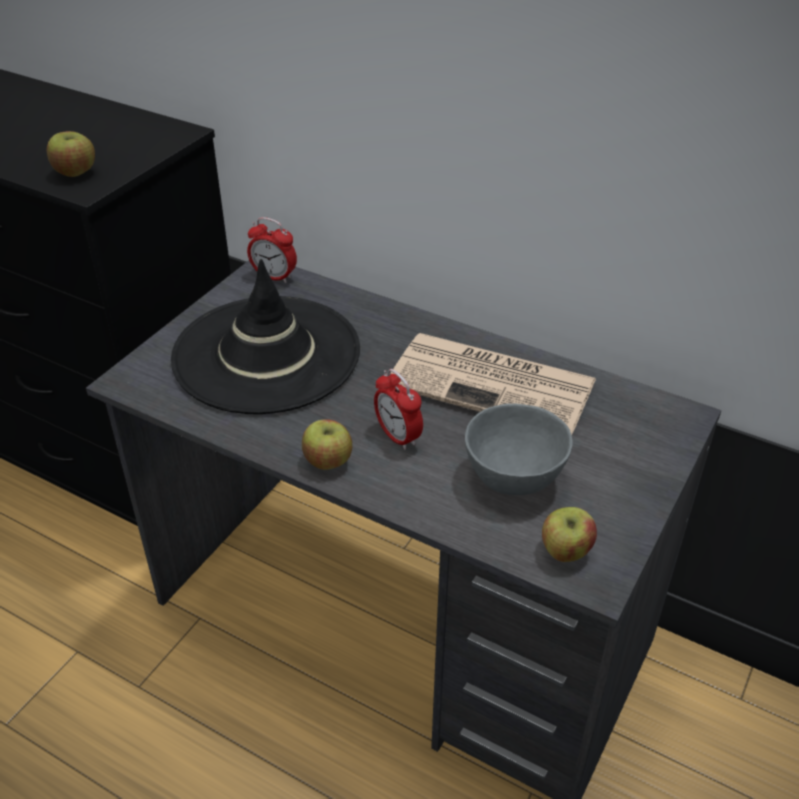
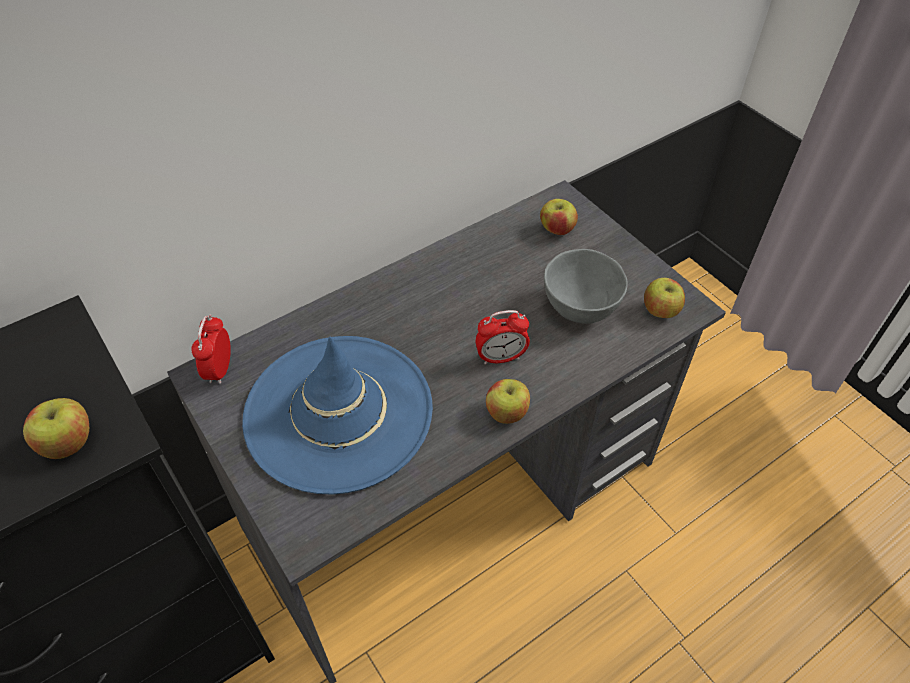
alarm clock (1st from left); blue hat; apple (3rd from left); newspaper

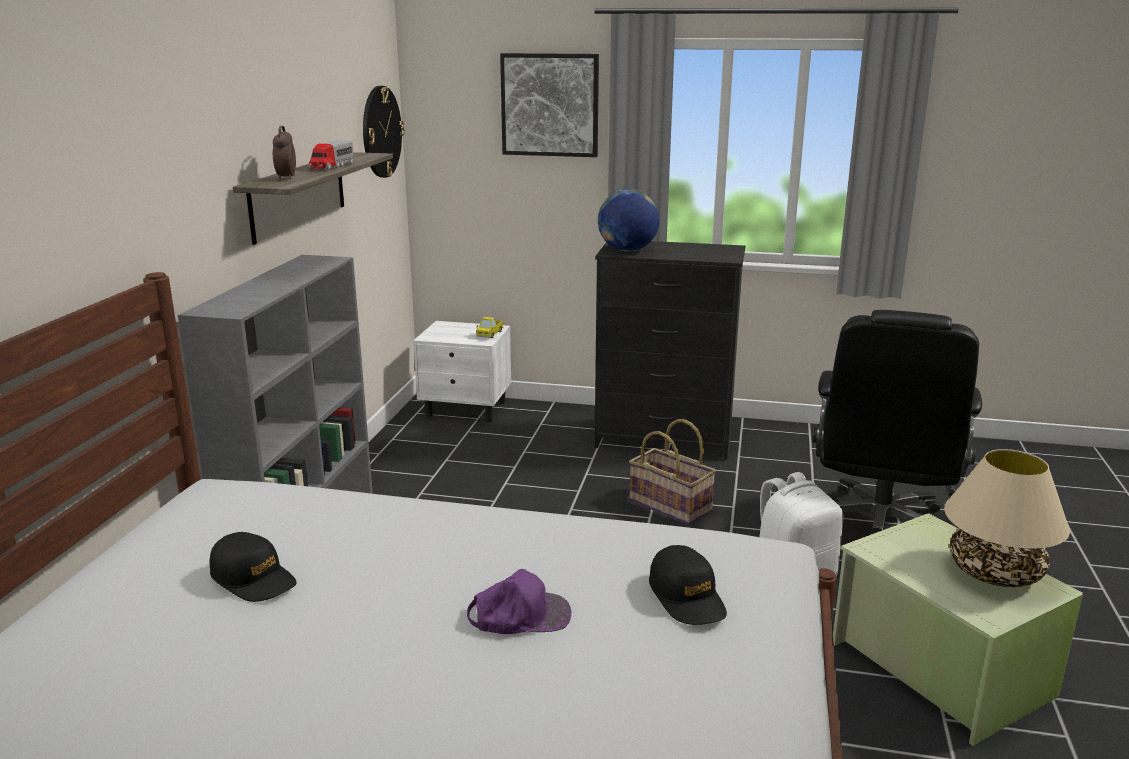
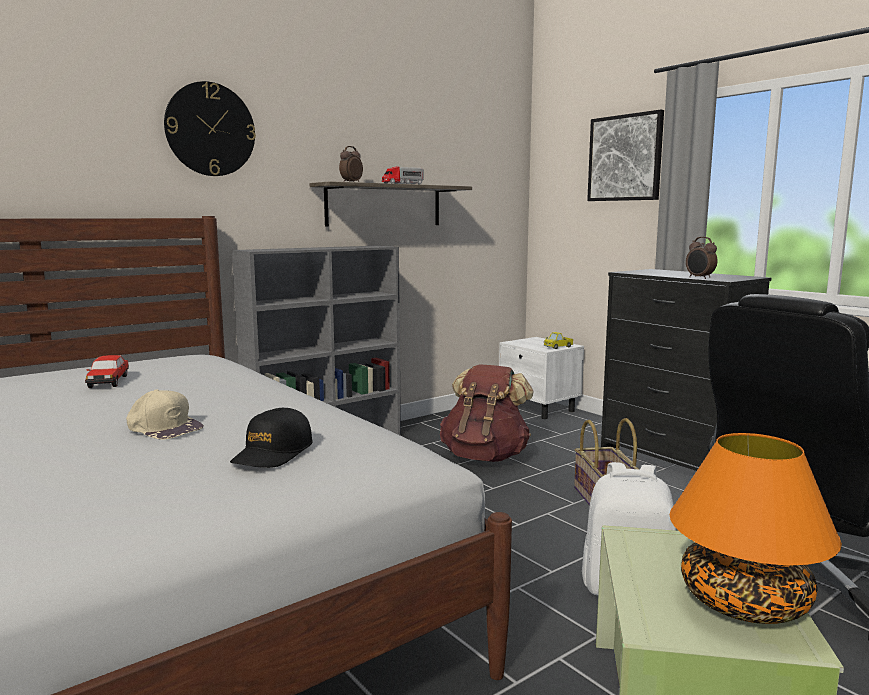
toy car; beige cap; wall clock; brown backpack; orange table lamp; alarm clock (2nd from left); globe

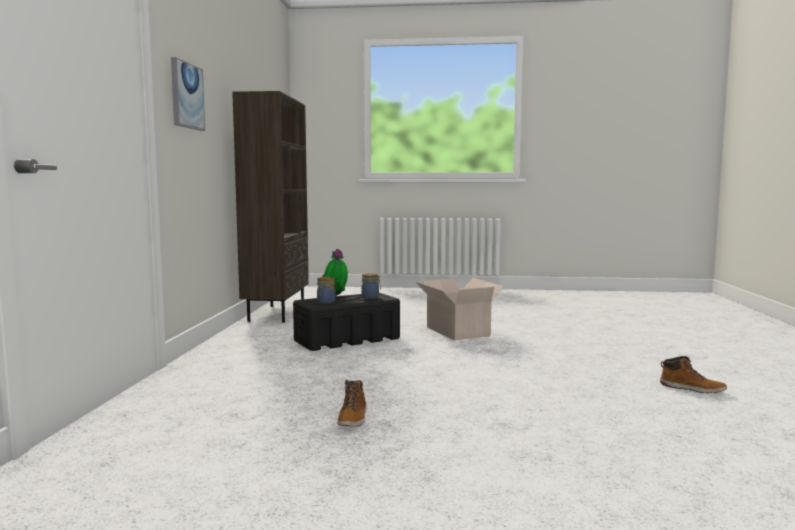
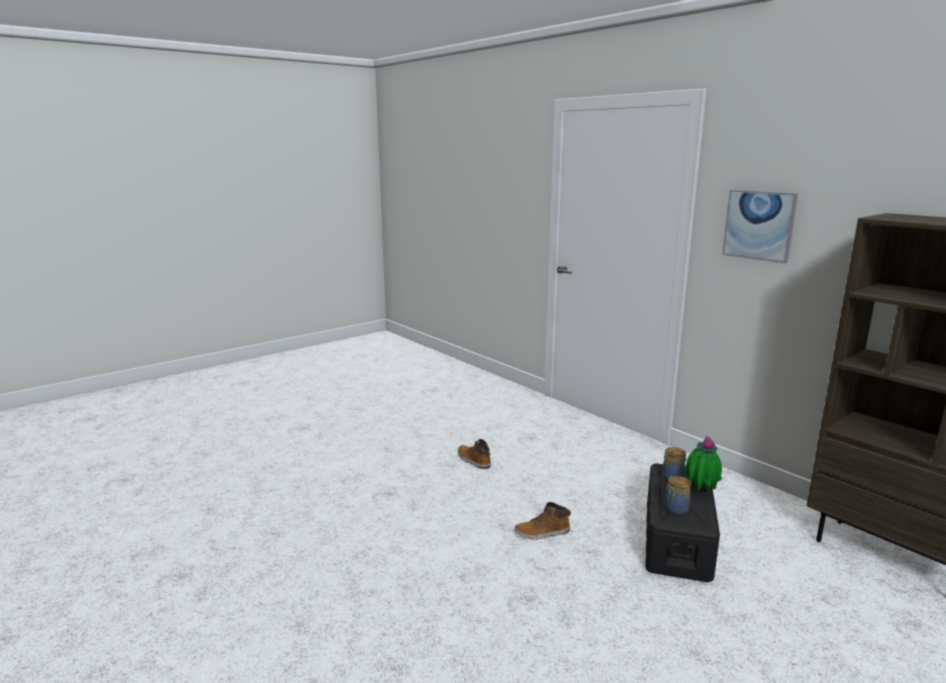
boot (2nd from left); cardboard box

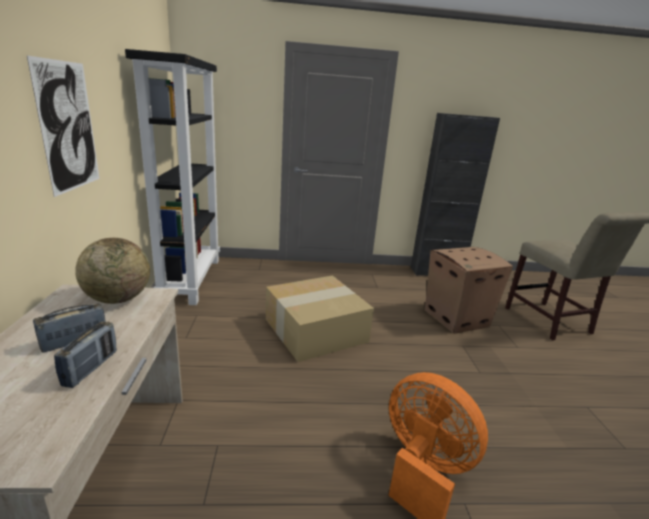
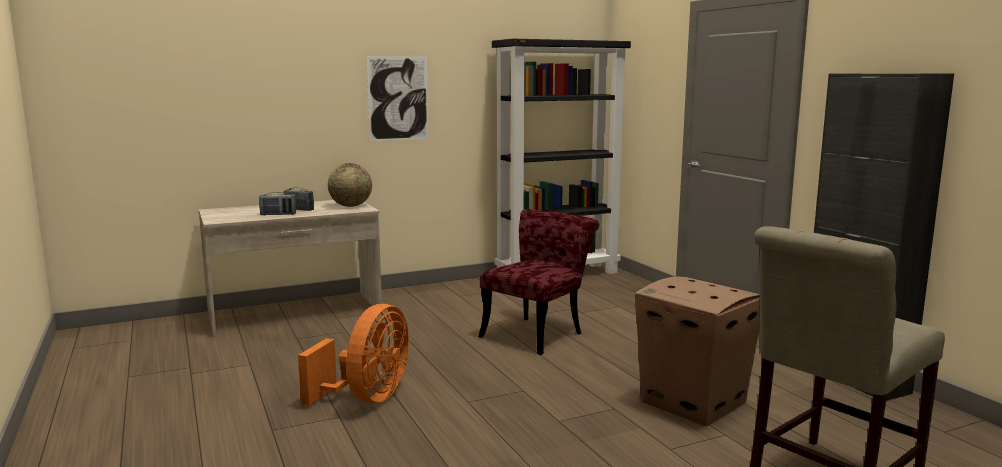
red chair

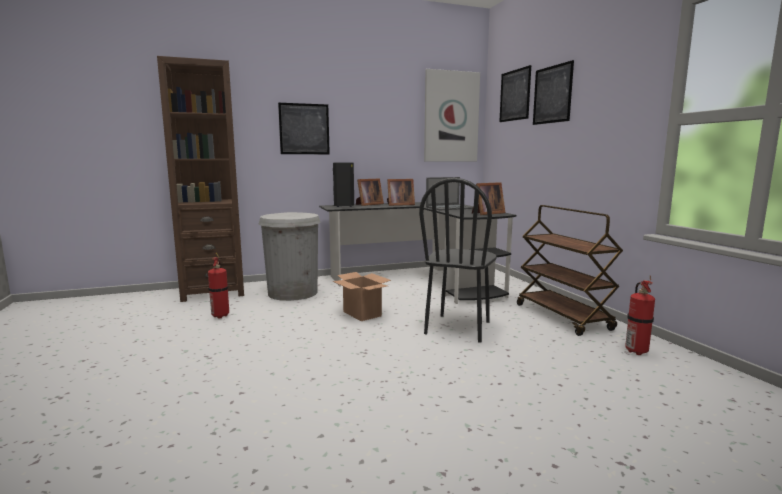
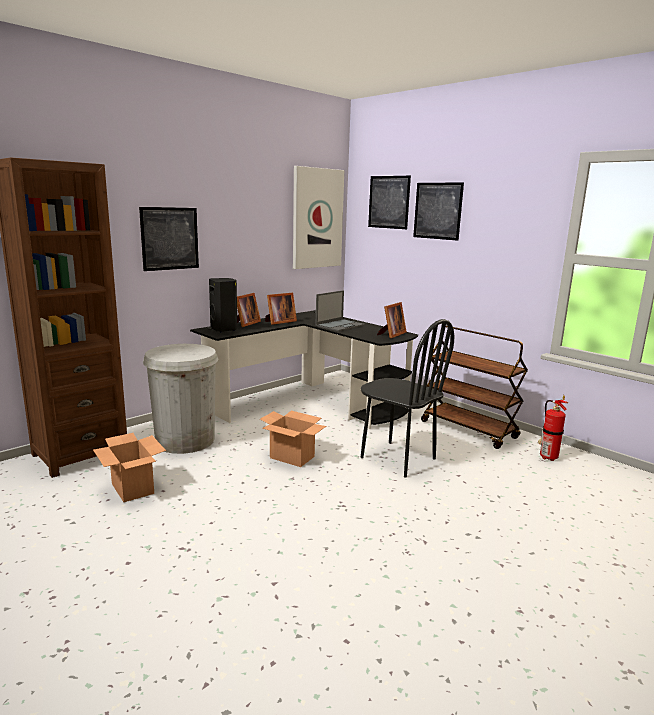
cardboard box (1st from left); black chair

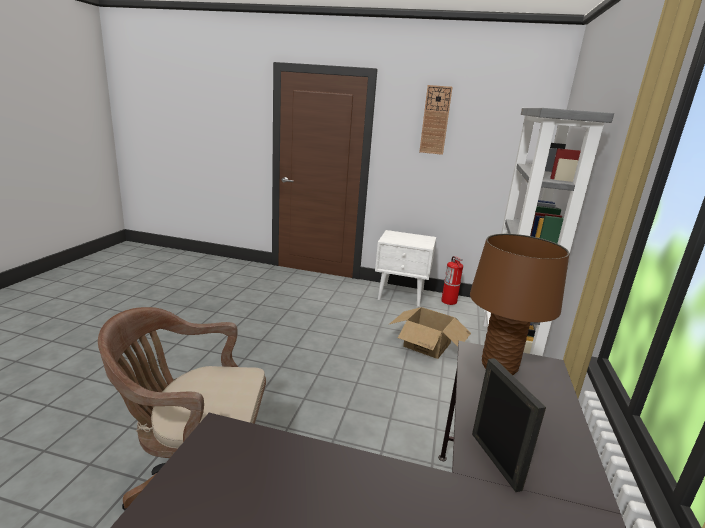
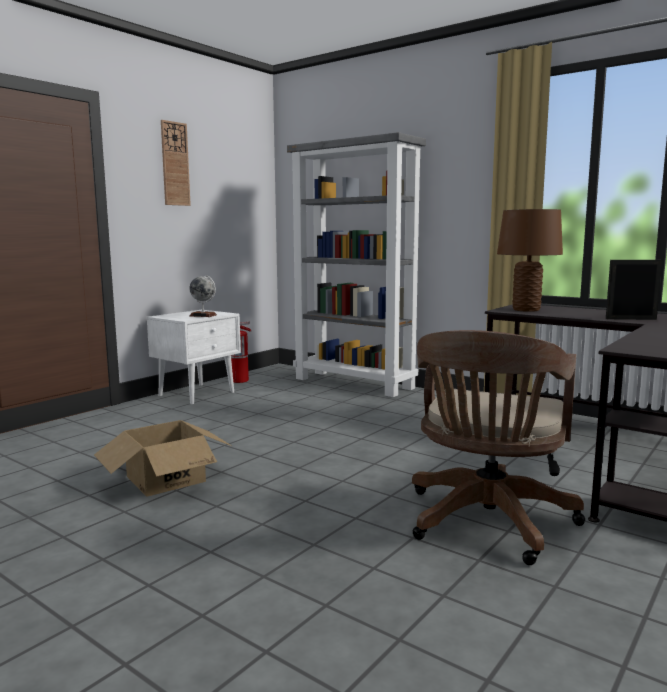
cardboard box; globe

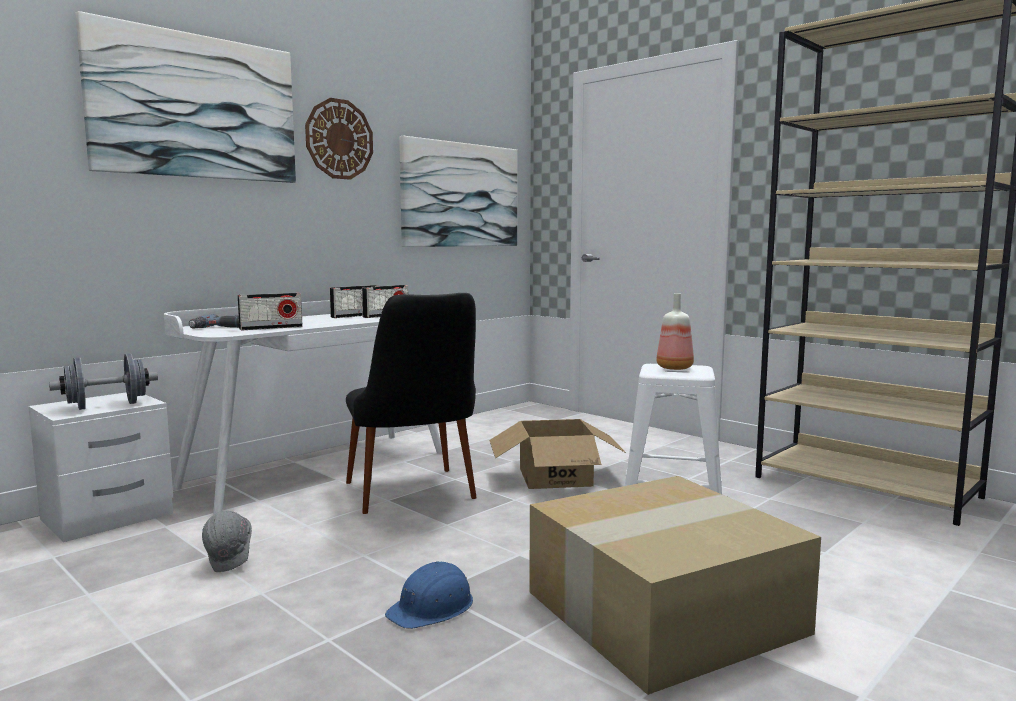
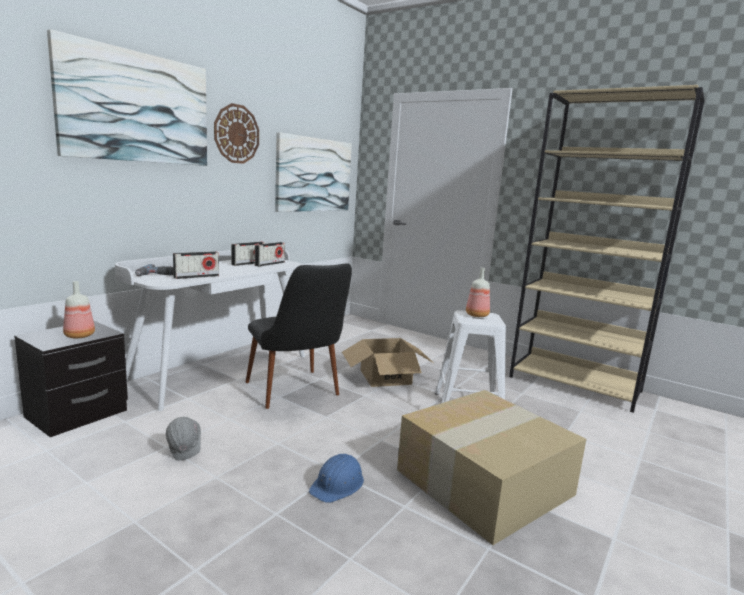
black nightstand; bottle (1st from left)

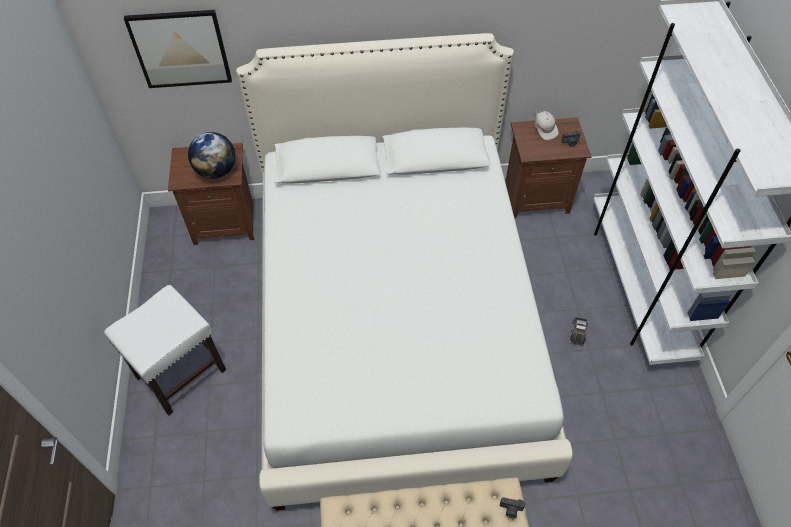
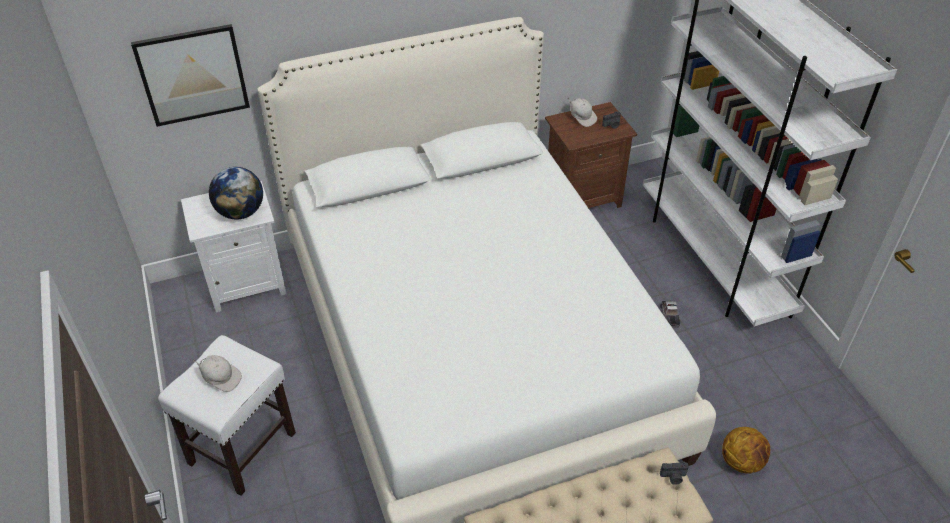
white nightstand; white cap (1st from left); basketball

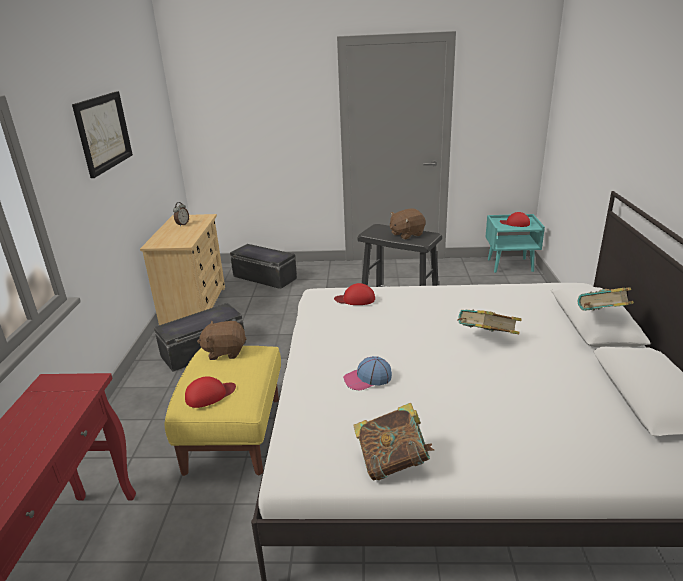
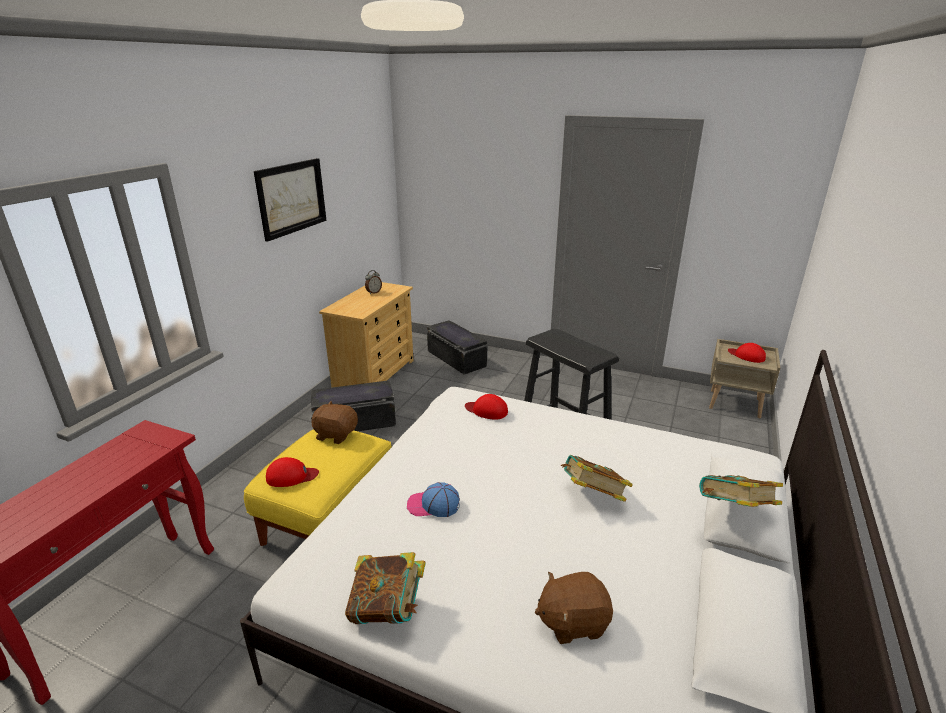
brown plush toy (2nd from left); beige nightstand

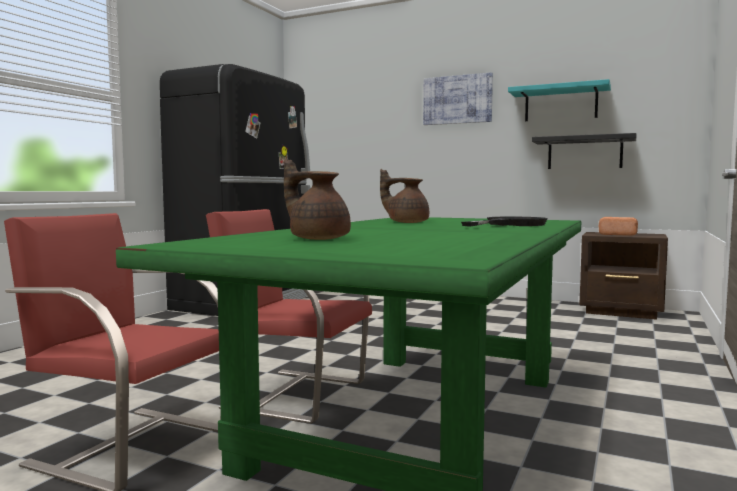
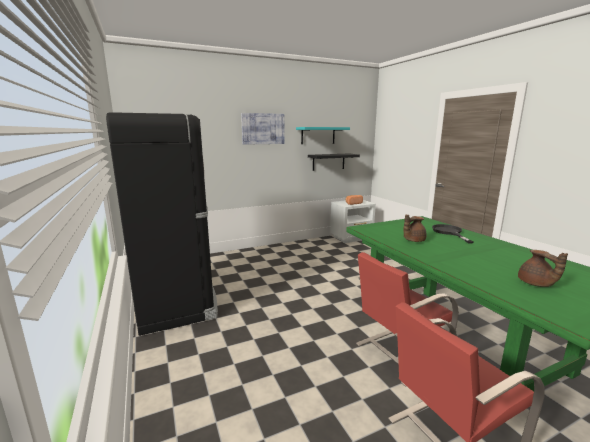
white nightstand; brown teapot (2nd from left)

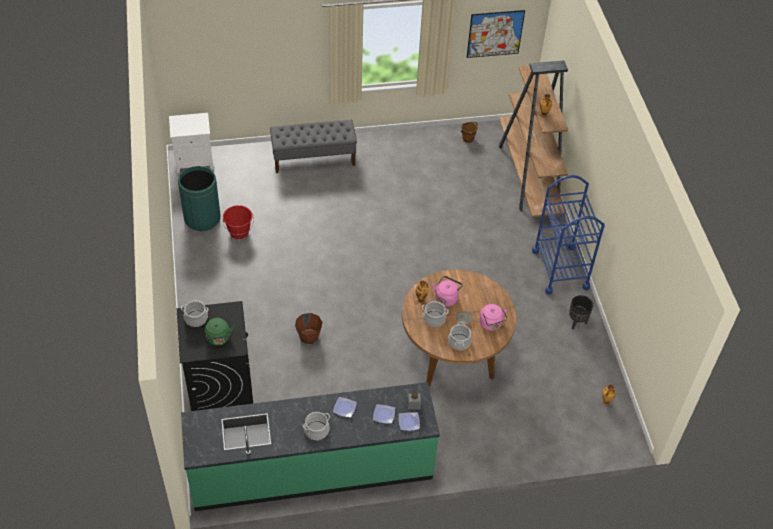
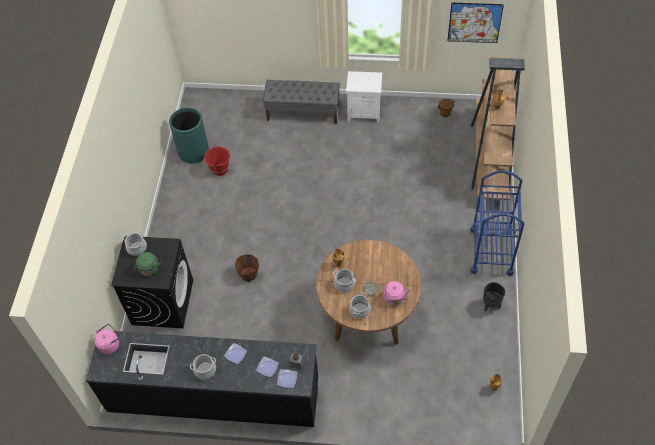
black counter; pink kettle (1st from left); white nightstand

